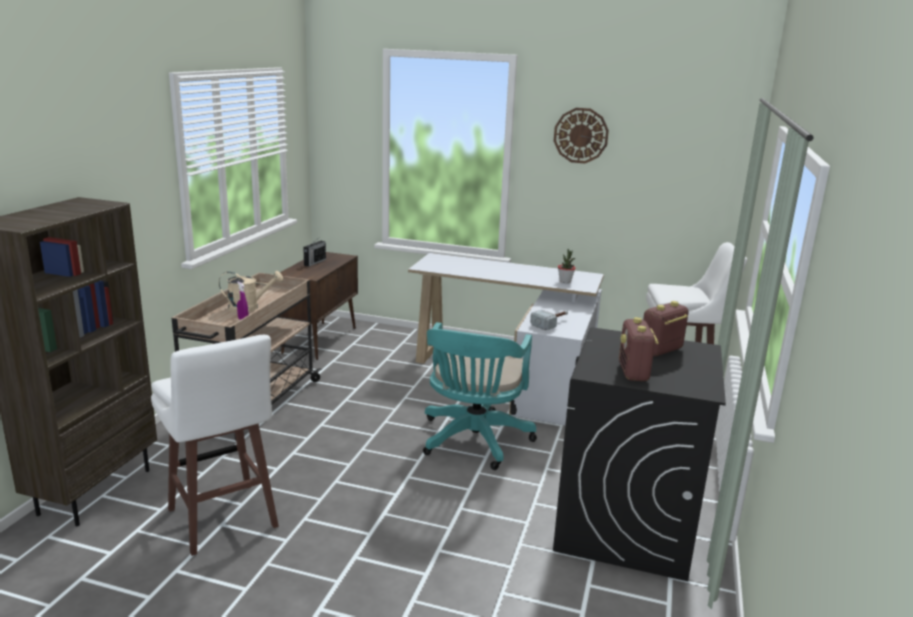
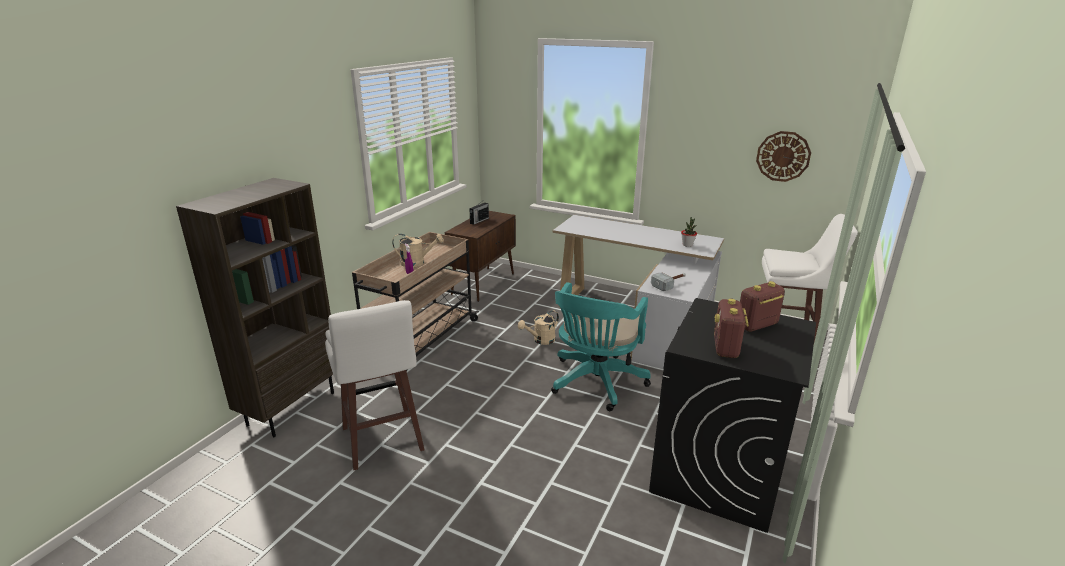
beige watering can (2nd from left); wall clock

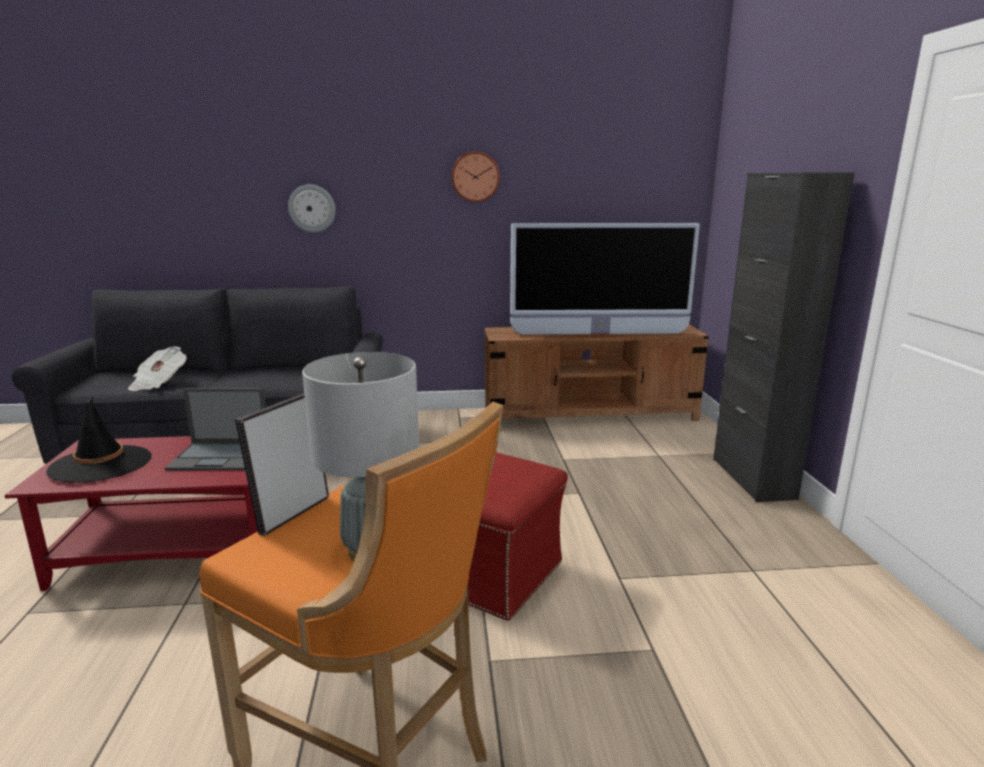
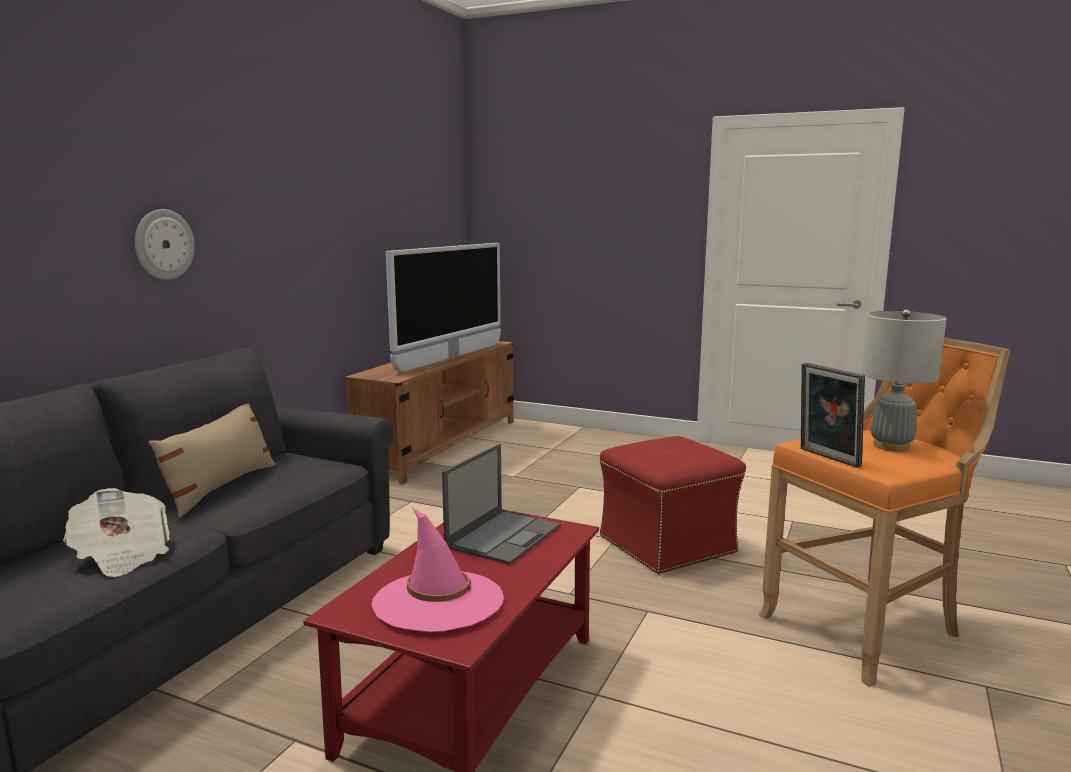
beige pillow; pink hat; wall clock (2nd from left in the first image); black cabinet

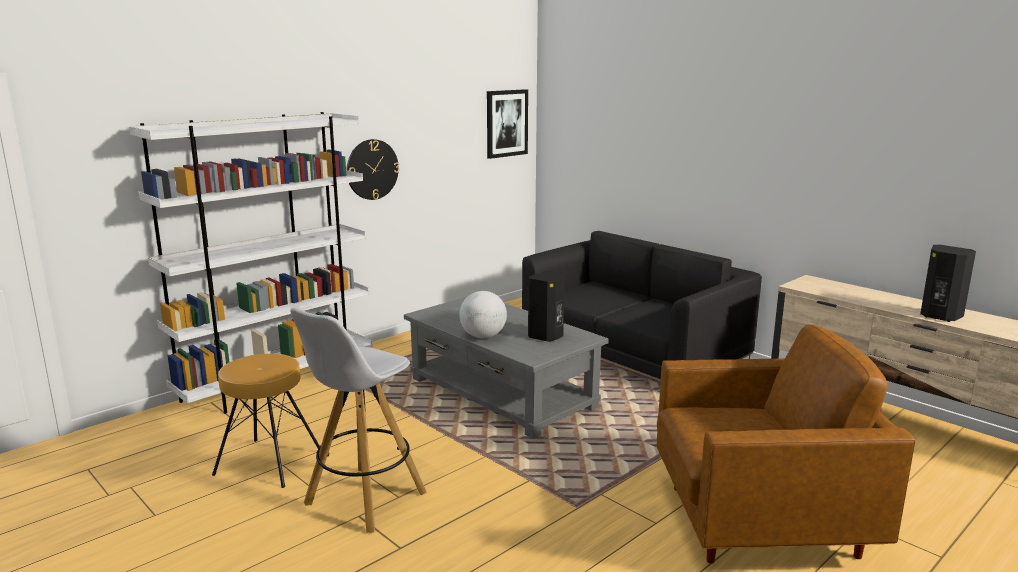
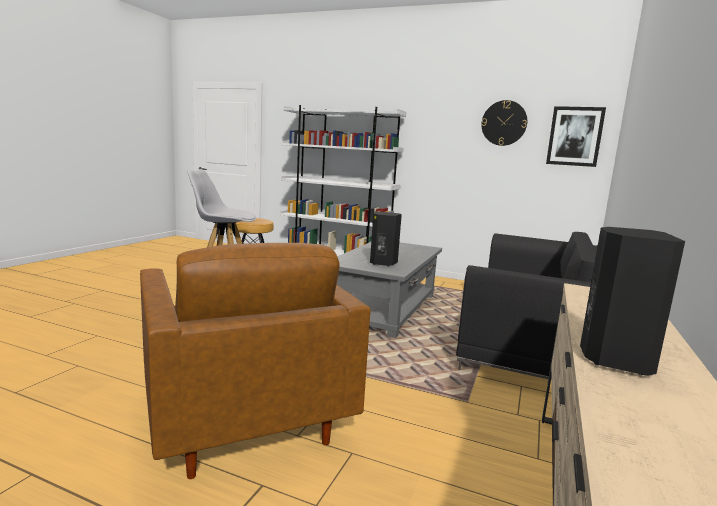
wall clock; globe

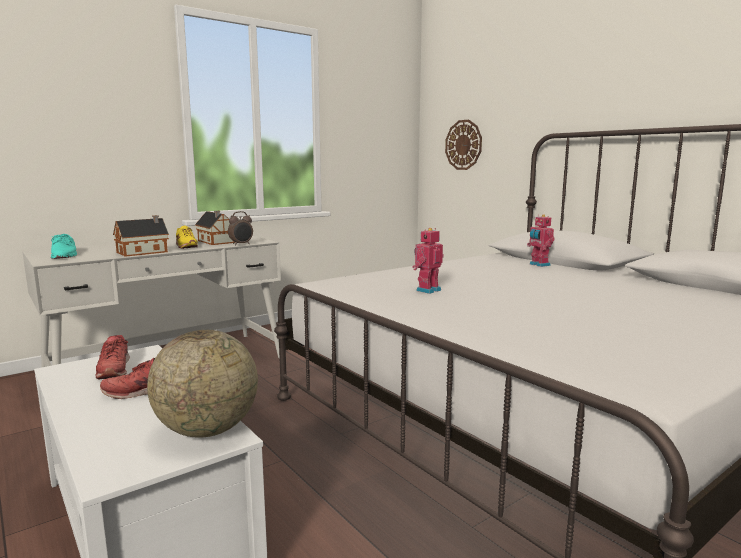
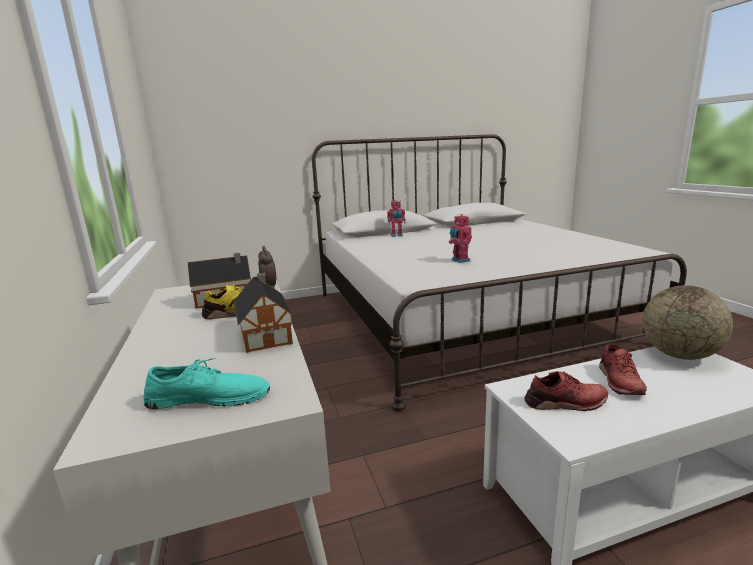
wall clock

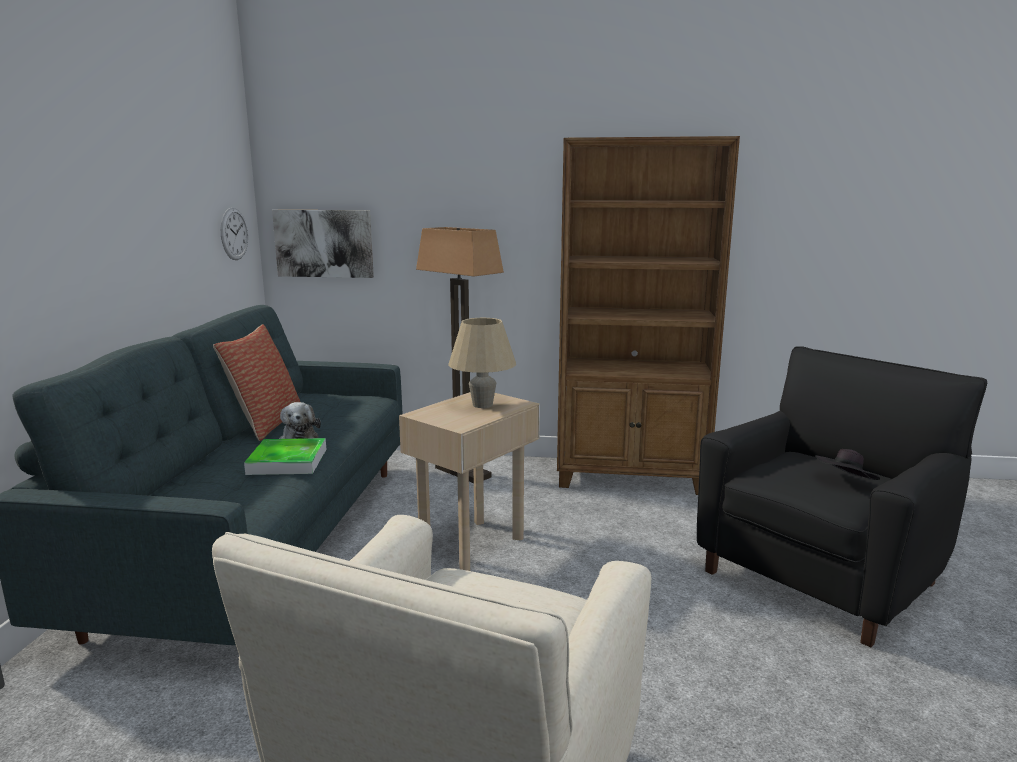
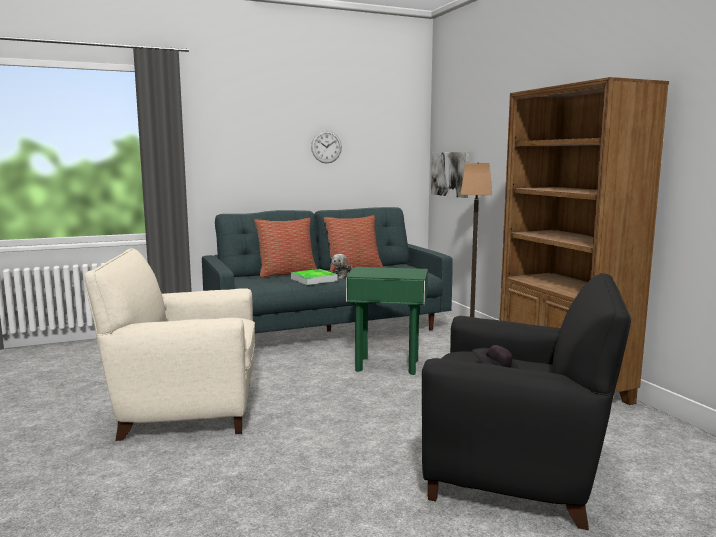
pillow (1st from left); wall clock; green side table; beige table lamp

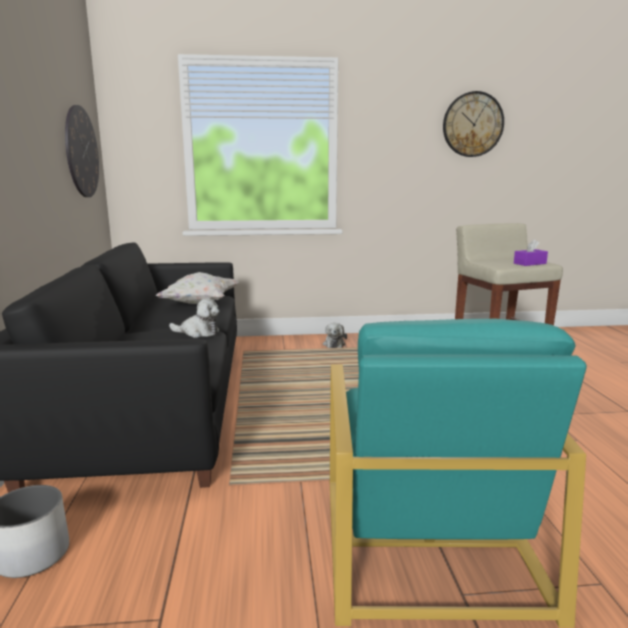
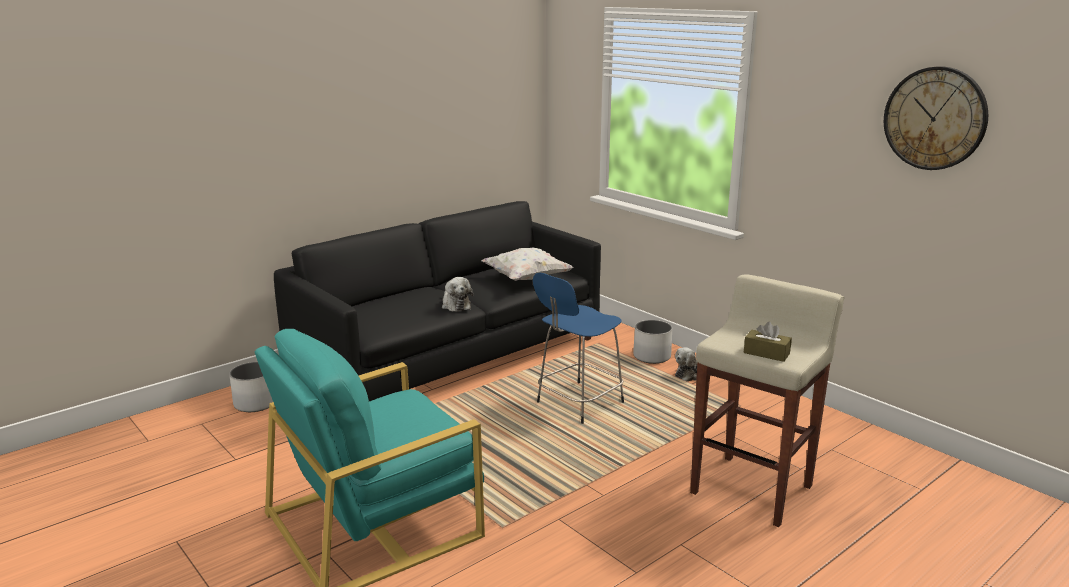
blue stool; white planter (2nd from left); brown tissue box; wall clock (1st from left in the first image)

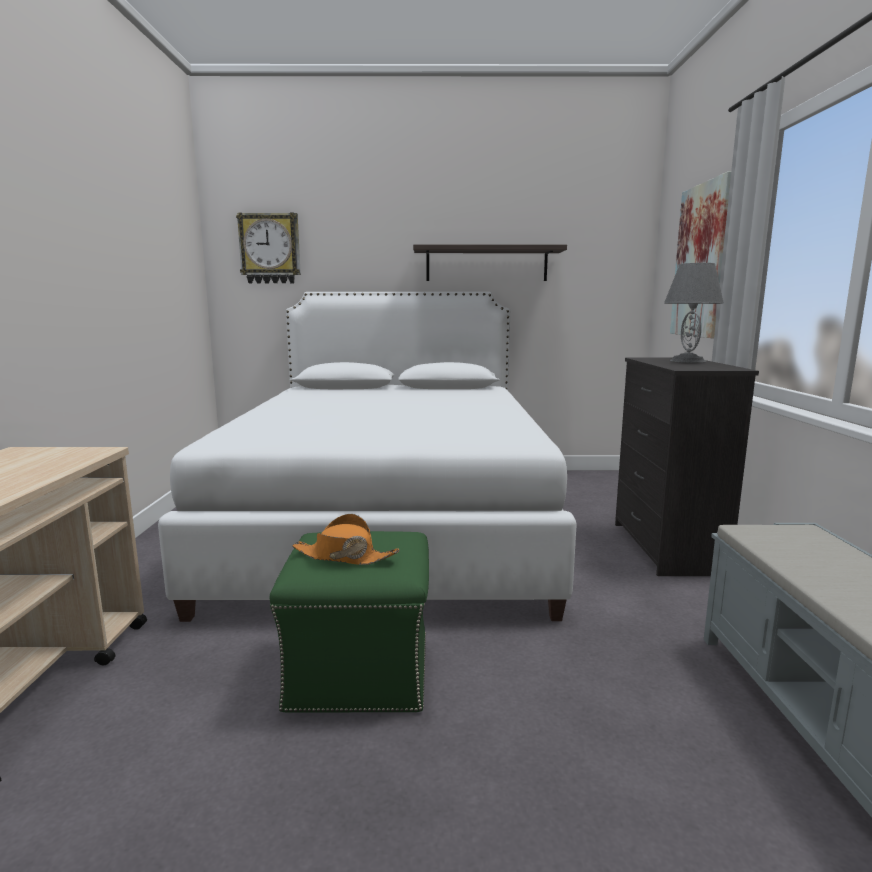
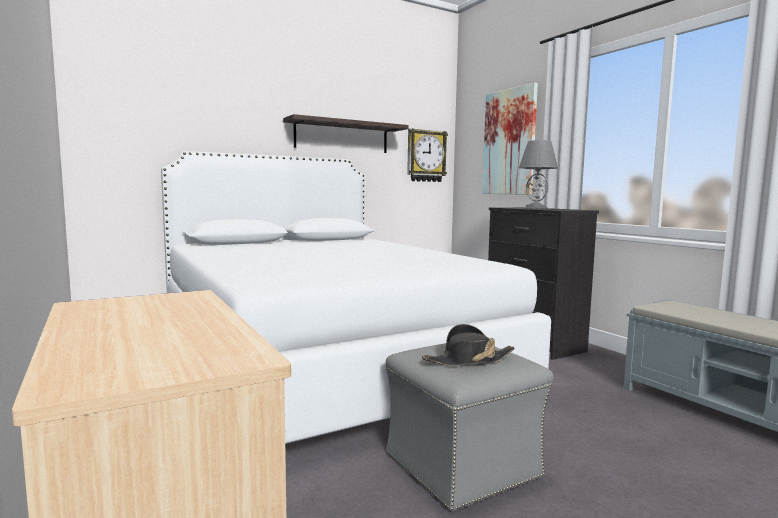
grey ottoman; wall clock; black hat

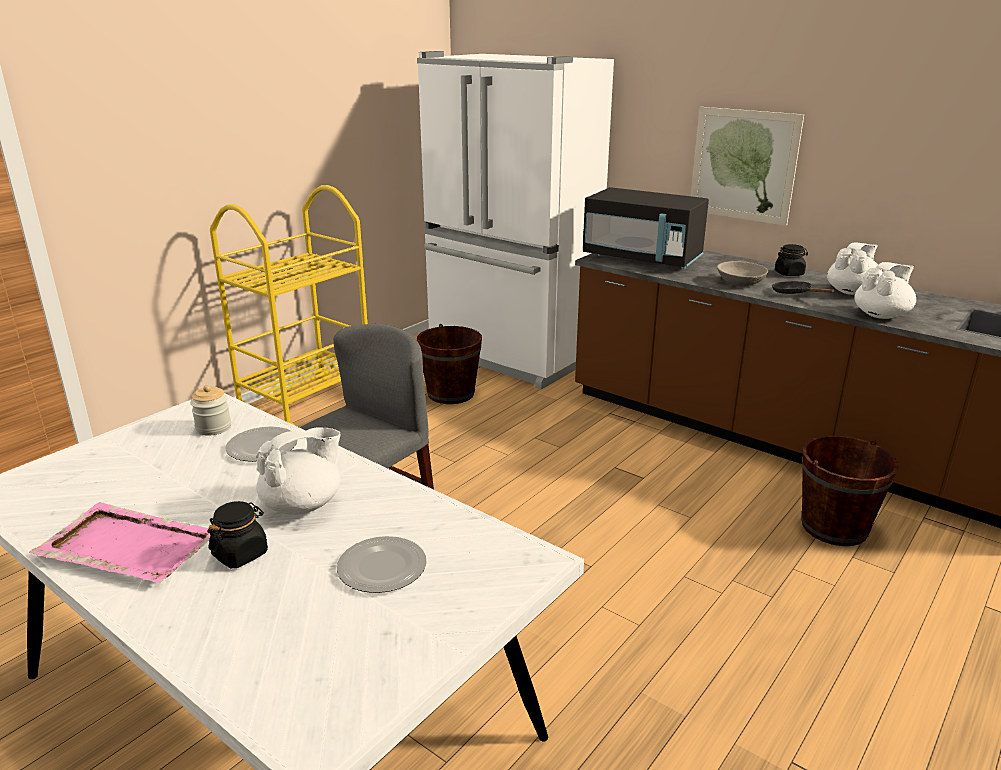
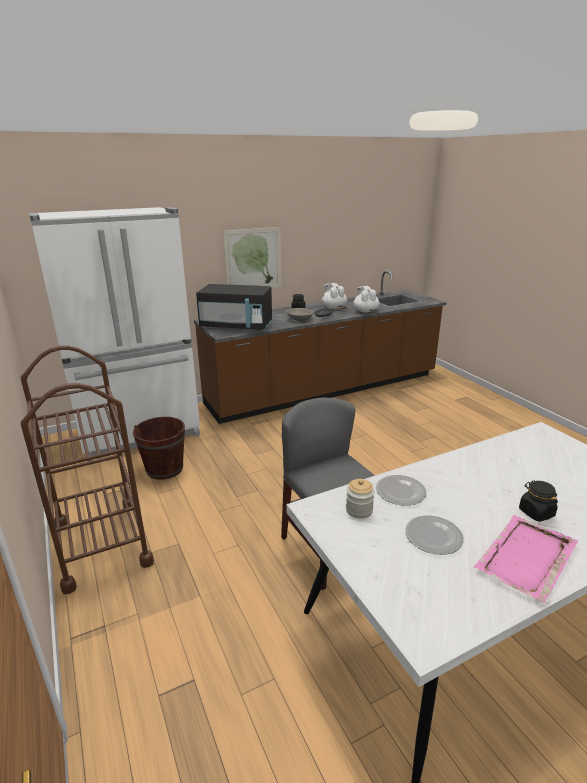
brown cart; black microwave; plate (2nd from left); white teapot (1st from left in the first image); brown bucket (2nd from left in the first image)

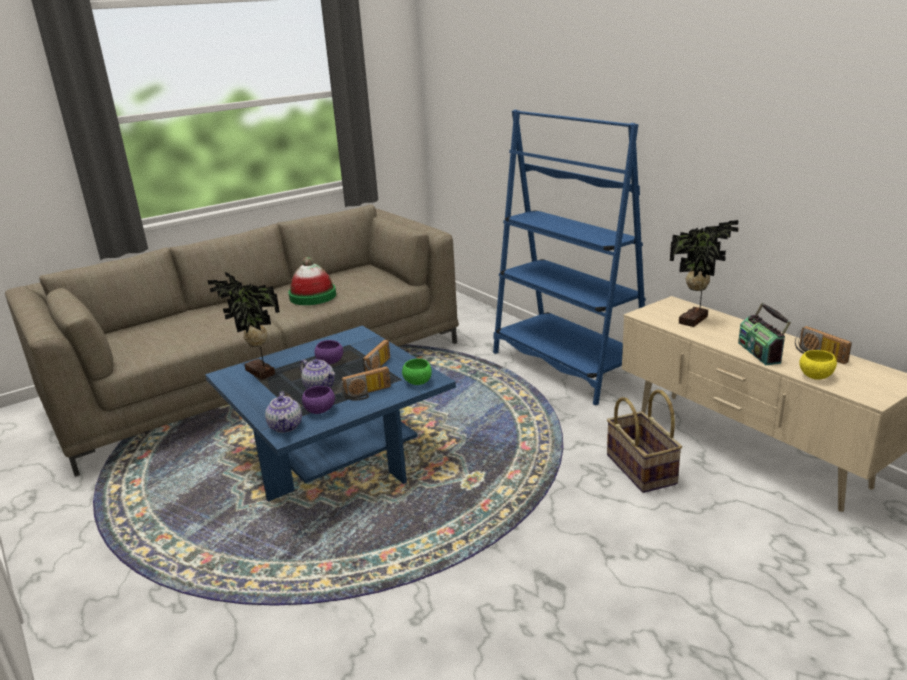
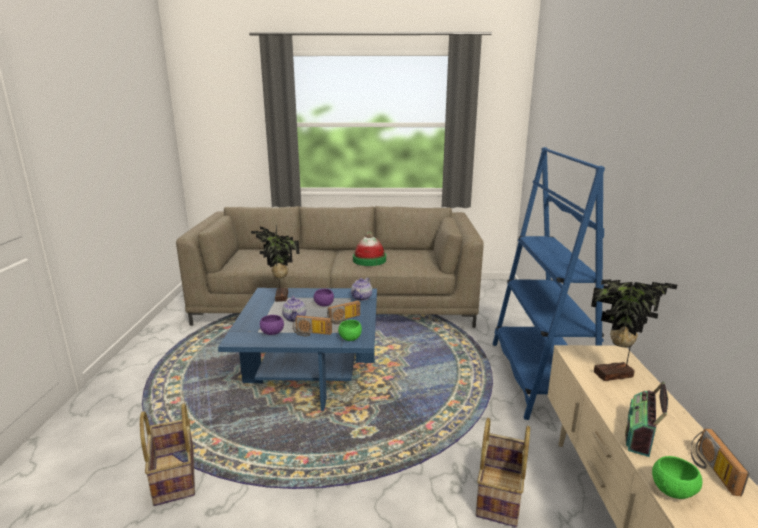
basket (1st from left); teapot (2nd from left); green bowl (2nd from left)

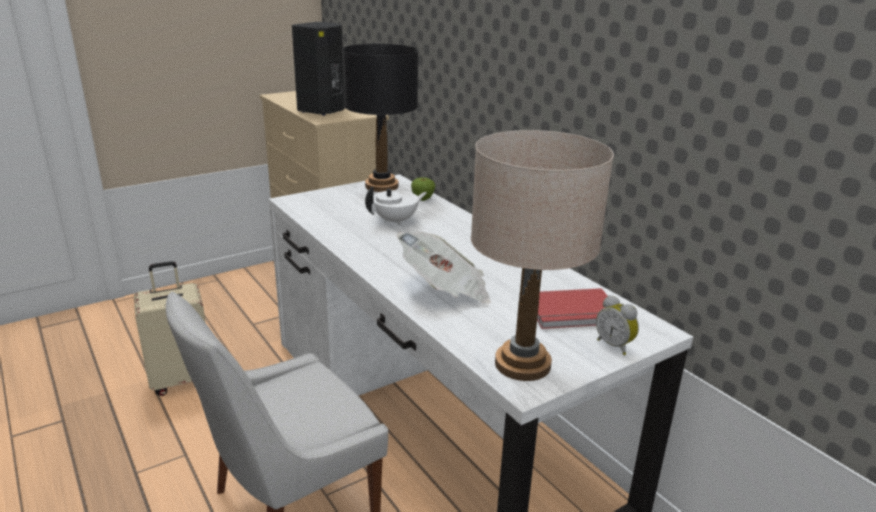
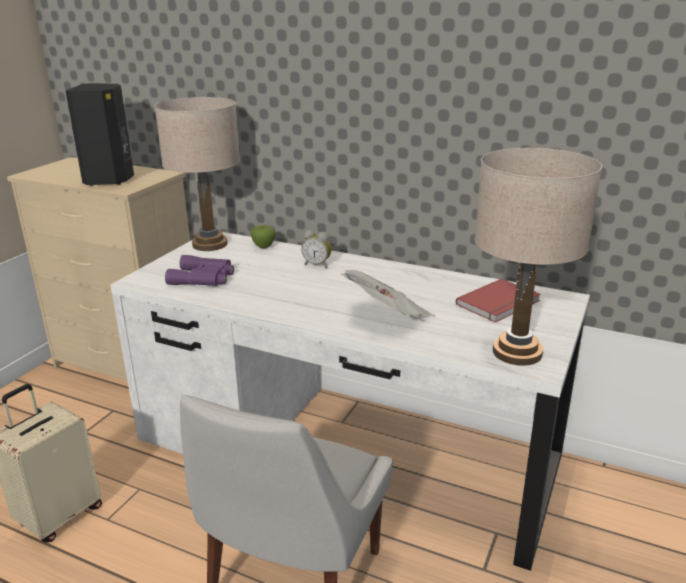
beige table lamp (1st from left); purple binoculars; alarm clock; white teapot

